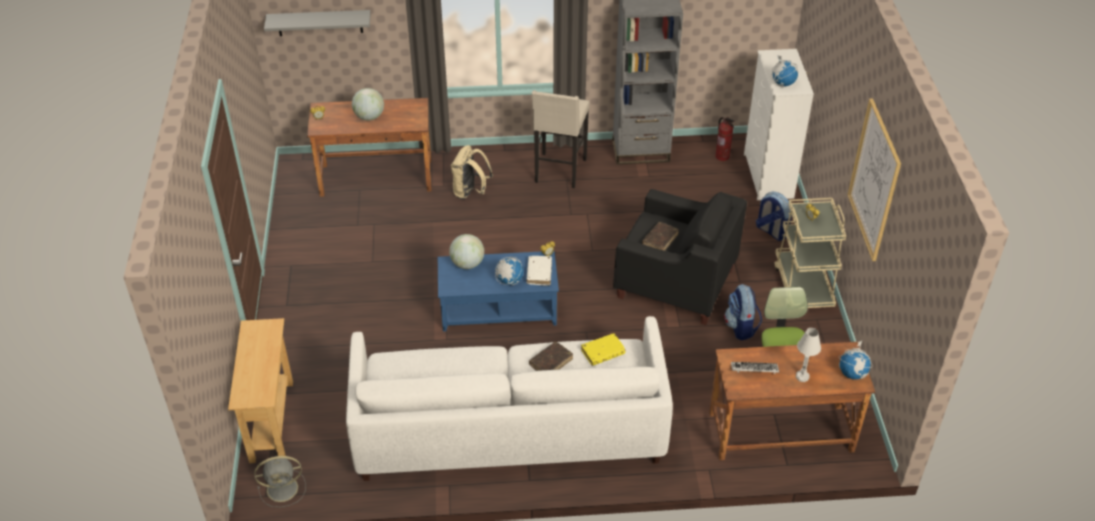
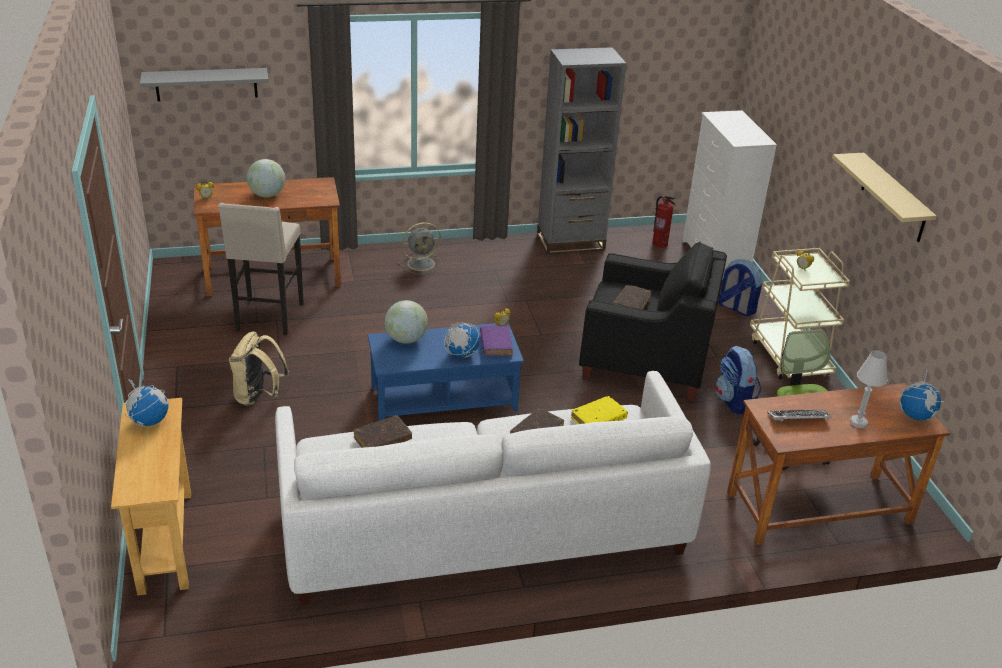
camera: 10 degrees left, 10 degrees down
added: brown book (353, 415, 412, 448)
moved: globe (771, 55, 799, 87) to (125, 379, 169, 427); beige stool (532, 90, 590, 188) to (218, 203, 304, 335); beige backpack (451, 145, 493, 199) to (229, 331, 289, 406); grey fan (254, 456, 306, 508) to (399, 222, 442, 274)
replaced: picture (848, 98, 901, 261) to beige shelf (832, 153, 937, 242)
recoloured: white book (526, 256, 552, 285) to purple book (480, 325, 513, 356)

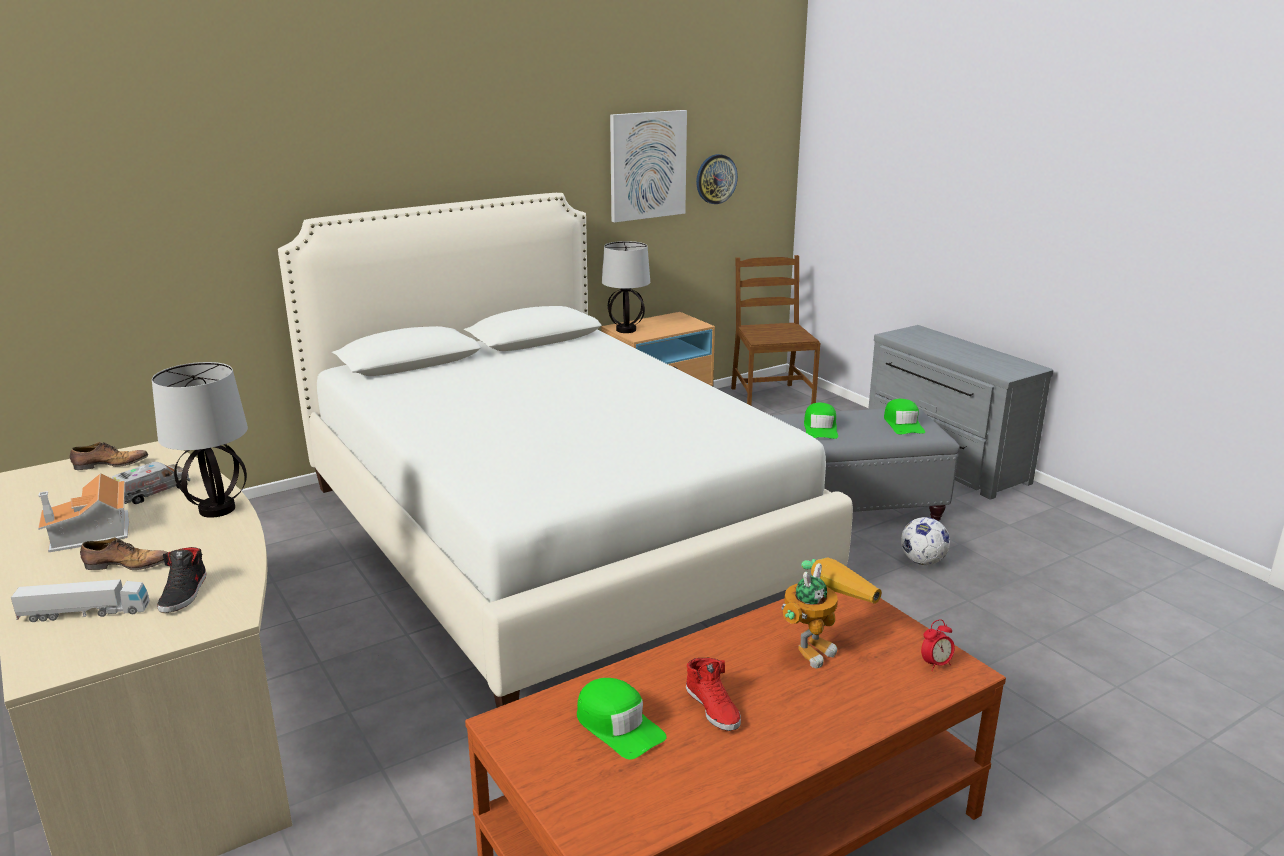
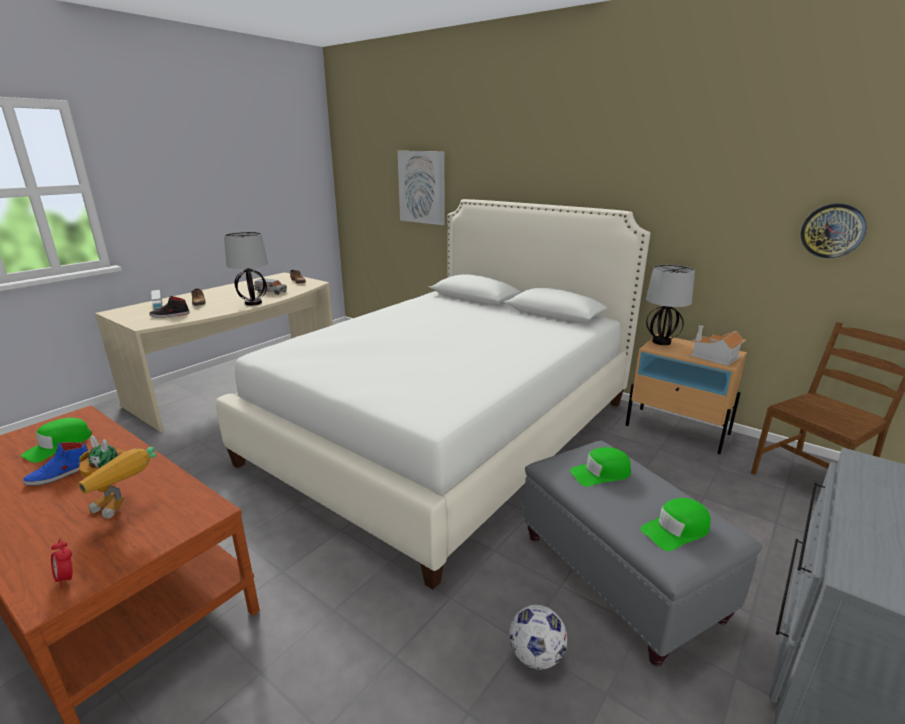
camera: 70 degrees right, 0 degrees up
moved: picture (610, 110, 687, 222) to (398, 151, 445, 225); toy house (38, 473, 129, 552) to (690, 325, 746, 366)
recoloured: red shoe (686, 658, 741, 731) to blue shoe (23, 442, 89, 486)

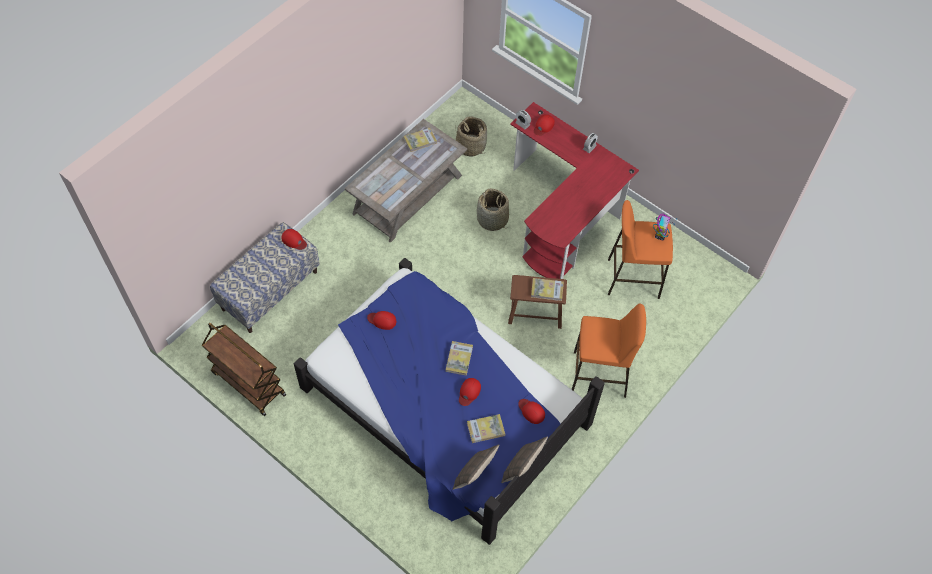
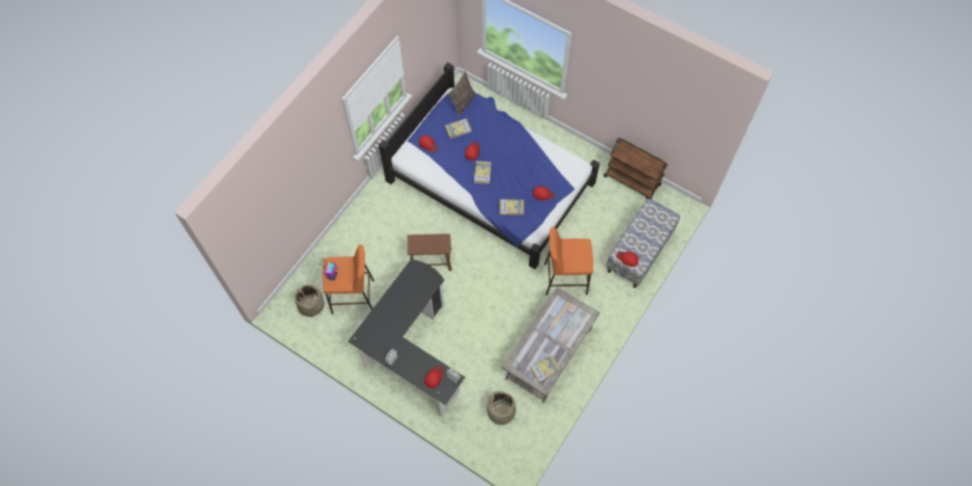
camera: 175 degrees right, 5 degrees up
removed: pillow (501, 437, 548, 483)
moved: basket (477, 188, 509, 231) to (294, 284, 324, 317); book (531, 278, 564, 301) to (500, 200, 524, 215); orange stool (572, 303, 646, 398) to (544, 227, 593, 295)
recoloured: red desk (510, 102, 639, 279) to black desk (348, 259, 465, 418)

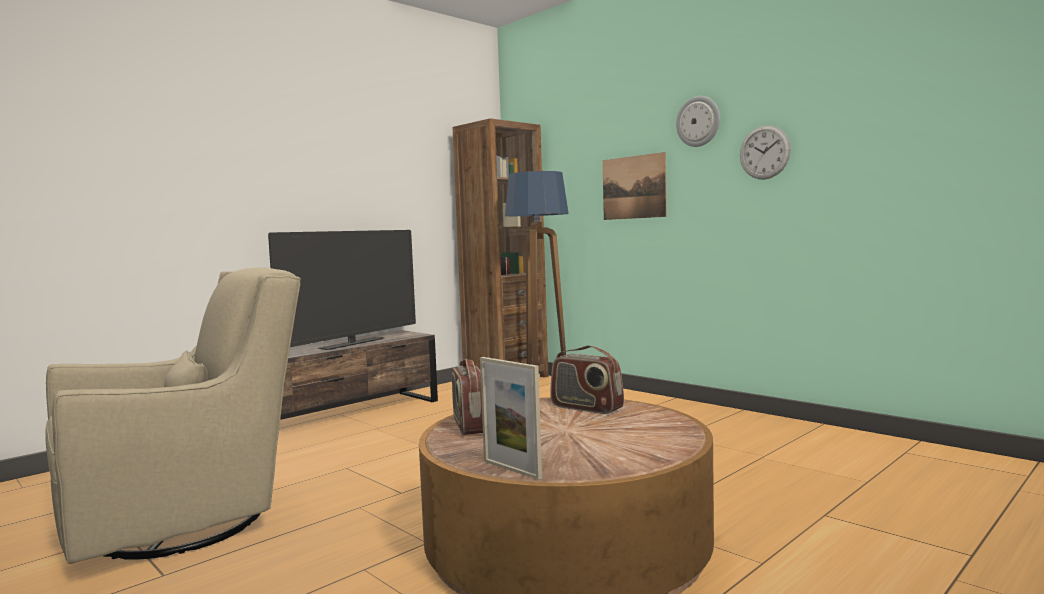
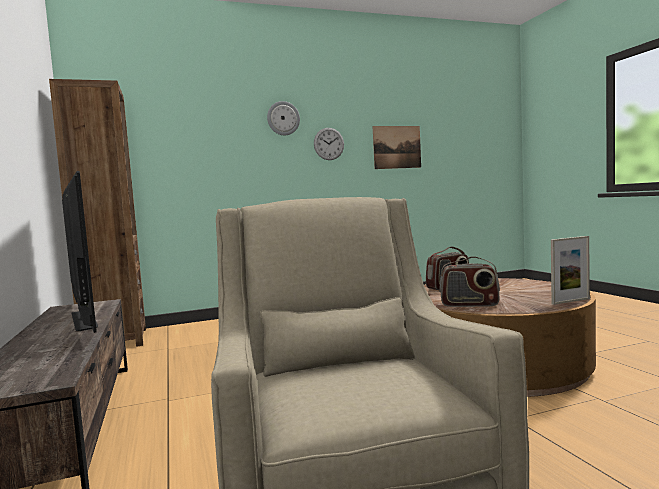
camera: 65 degrees left, 0 degrees up
removed: floor lamp (505, 171, 569, 366)
moved: picture (602, 152, 667, 220) to (373, 126, 421, 169)

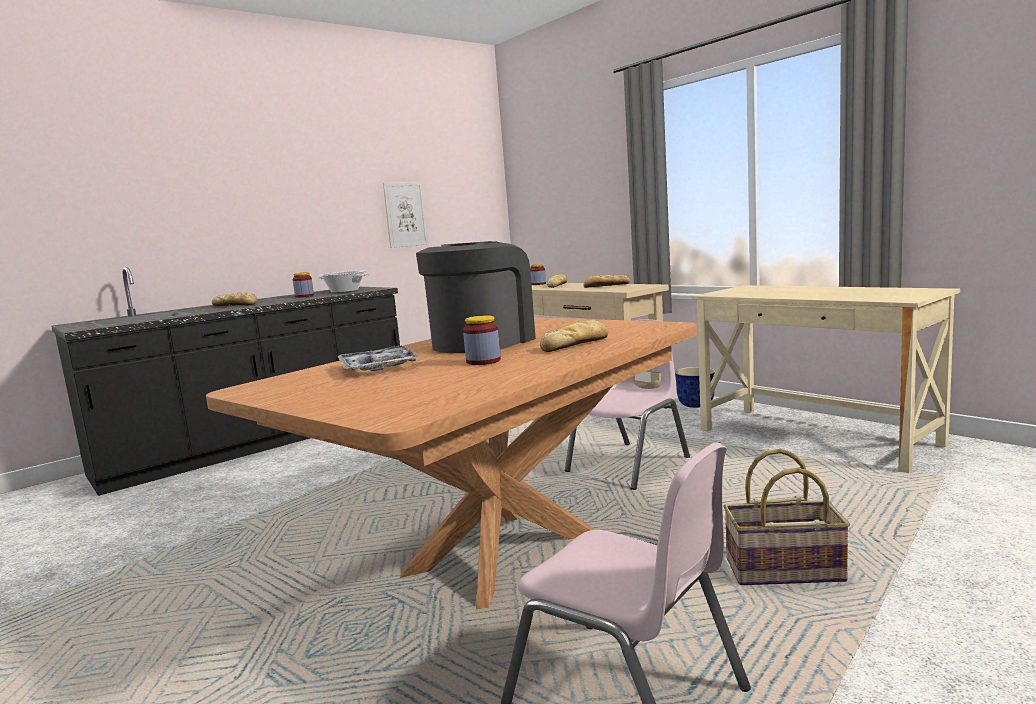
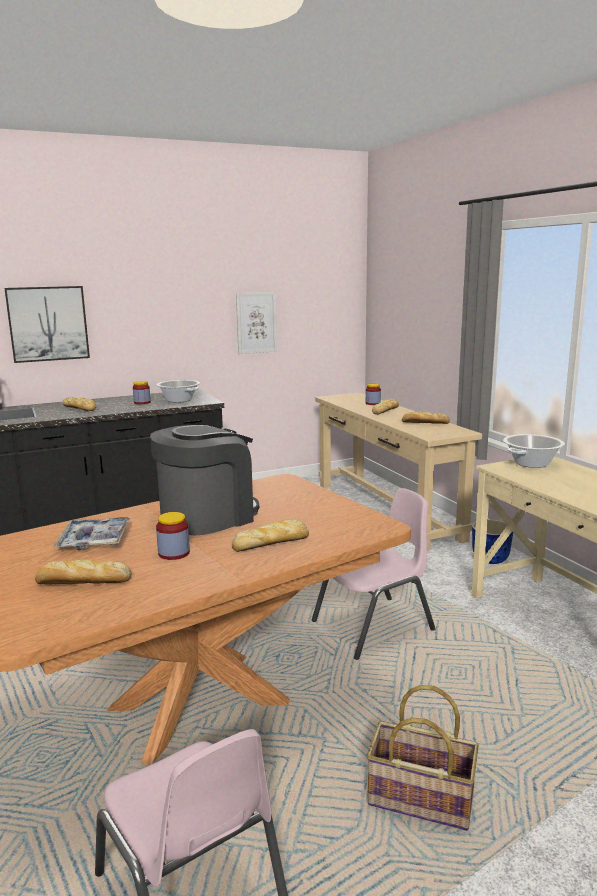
camera: 15 degrees right, 5 degrees up
added: picture (4, 286, 90, 363); bread (35, 559, 131, 584); cooking pot (503, 434, 565, 468)

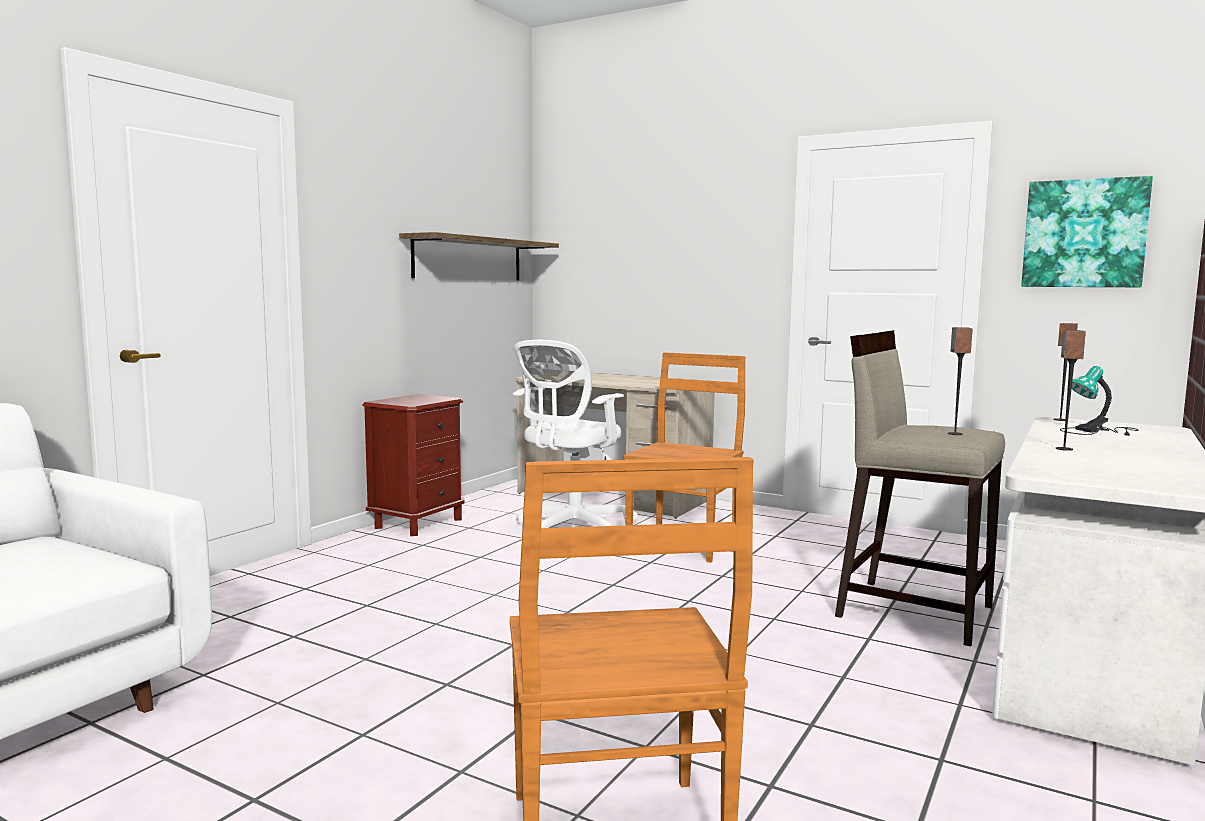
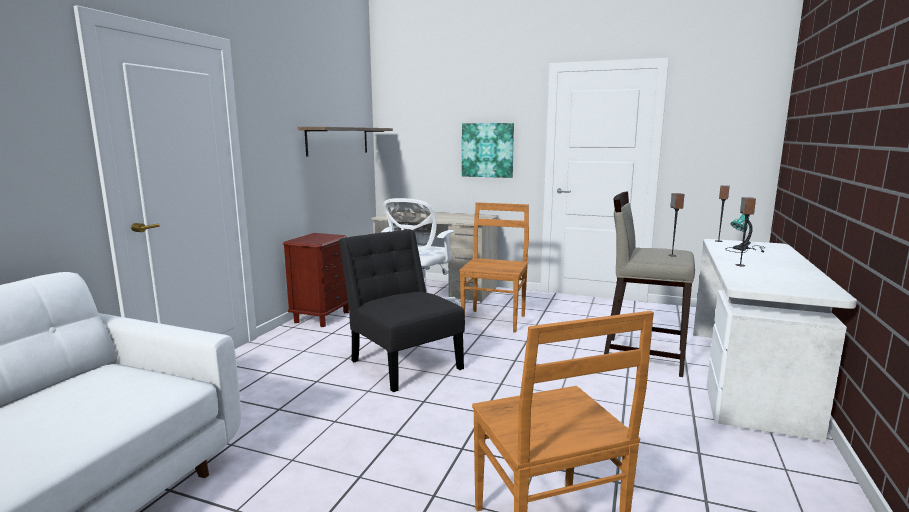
camera: 10 degrees left, 5 degrees up
added: black chair (339, 230, 465, 392)
moved: picture (1021, 176, 1153, 288) to (462, 123, 514, 178)

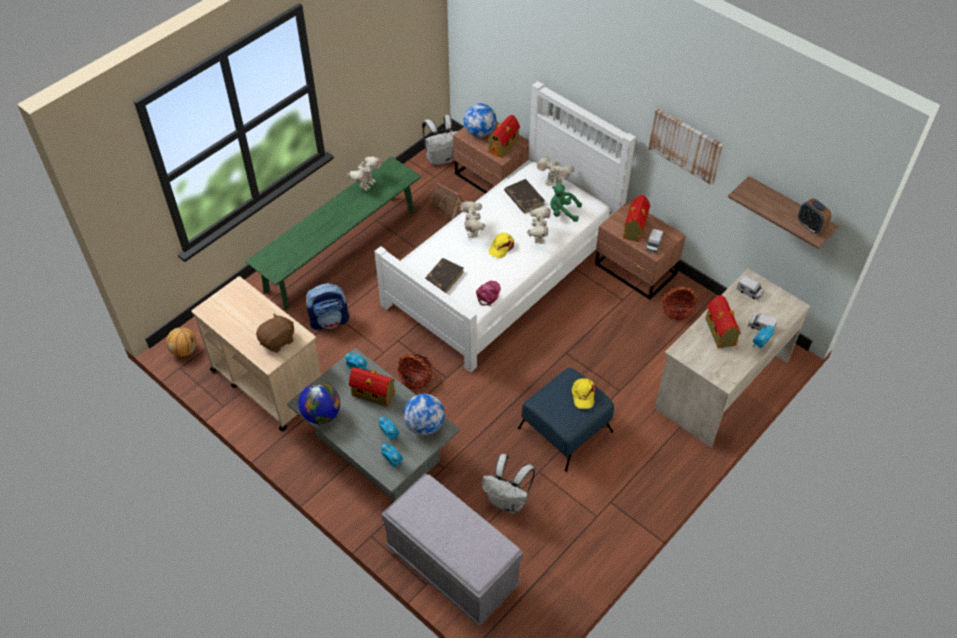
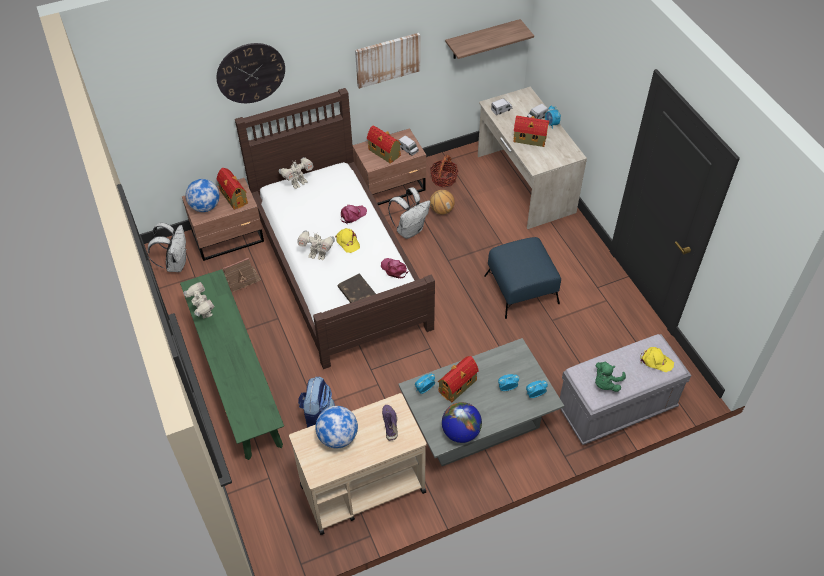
camera: 65 degrees left, 0 degrees up
removed: basket (397, 354, 433, 390); brown book (504, 179, 545, 213); alarm clock (798, 198, 832, 233)
added: wall clock (217, 43, 285, 103)
moved: globe (403, 394, 445, 435) to (315, 406, 358, 448); white backpack (482, 454, 535, 514) to (388, 187, 430, 239); basketball (166, 327, 197, 357) to (430, 190, 455, 215); green plush toy (550, 184, 582, 222) to (595, 362, 626, 392); yellow cap (571, 378, 596, 409) to (640, 347, 674, 372)
replaced: toy robot (527, 207, 551, 244) to pink cap (341, 205, 367, 224); brown plush toy (256, 313, 294, 352) to purple shoe (382, 405, 398, 441)
recoloured: white bed (374, 81, 636, 373) to brown bed (235, 88, 435, 369)

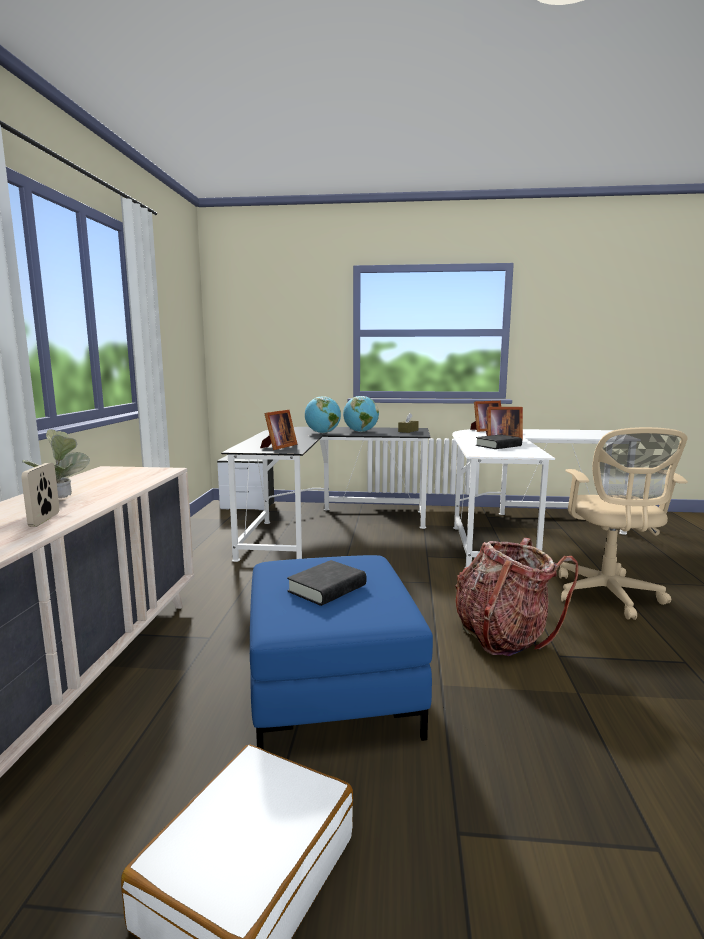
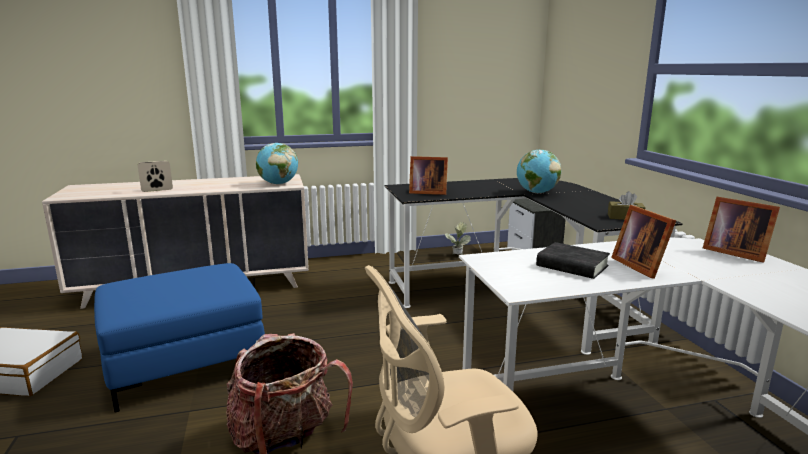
camera: 70 degrees right, 5 degrees up
removed: black book (287, 560, 366, 606)
moved: globe (343, 396, 379, 432) to (256, 143, 298, 184); potted plant (23, 429, 90, 499) to (444, 222, 471, 255)

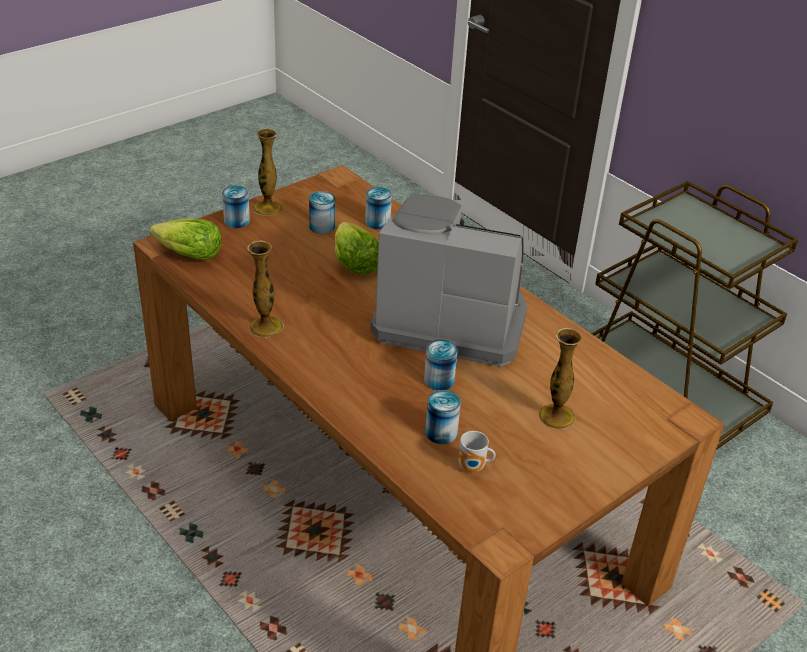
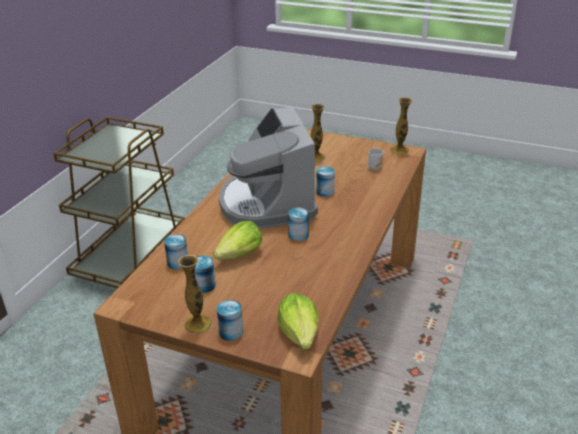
camera: 115 degrees left, 5 degrees down
moved: can (425, 390, 461, 444) to (288, 207, 309, 241); vase (247, 241, 284, 338) to (390, 97, 412, 155)

